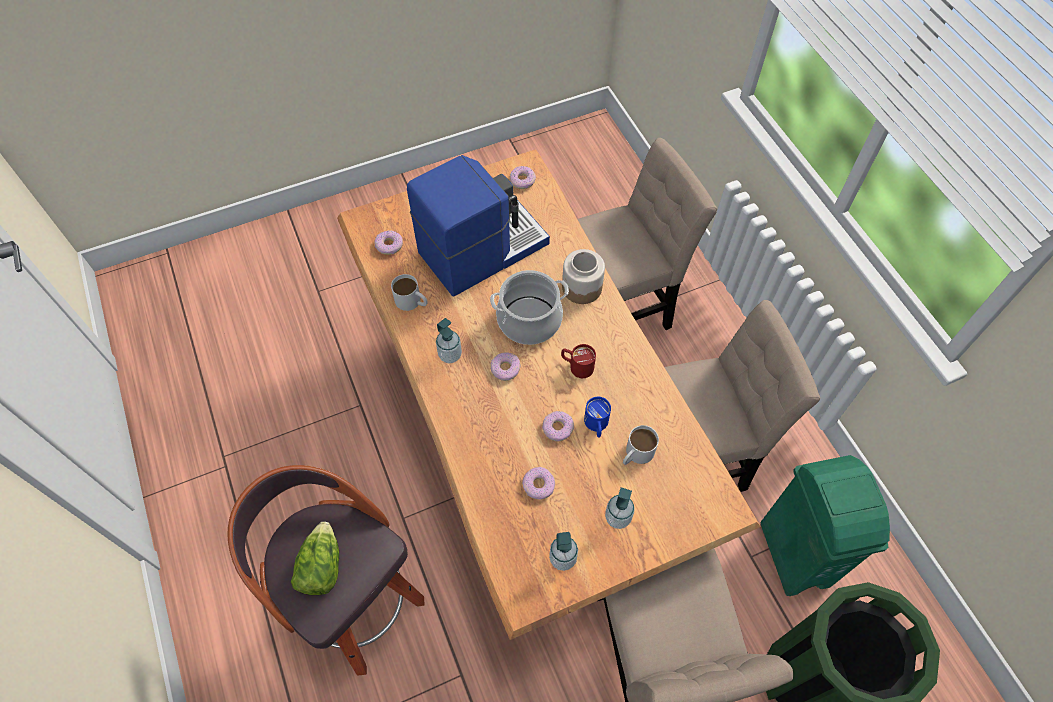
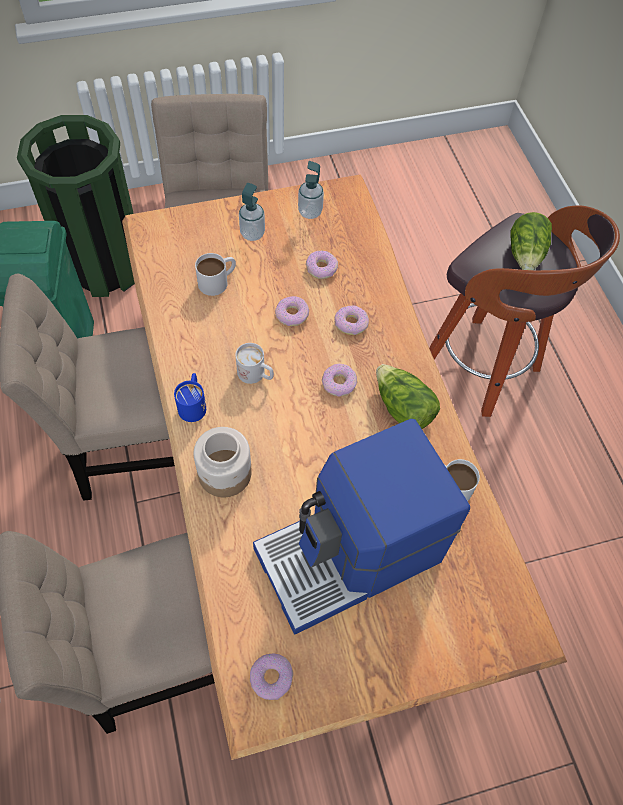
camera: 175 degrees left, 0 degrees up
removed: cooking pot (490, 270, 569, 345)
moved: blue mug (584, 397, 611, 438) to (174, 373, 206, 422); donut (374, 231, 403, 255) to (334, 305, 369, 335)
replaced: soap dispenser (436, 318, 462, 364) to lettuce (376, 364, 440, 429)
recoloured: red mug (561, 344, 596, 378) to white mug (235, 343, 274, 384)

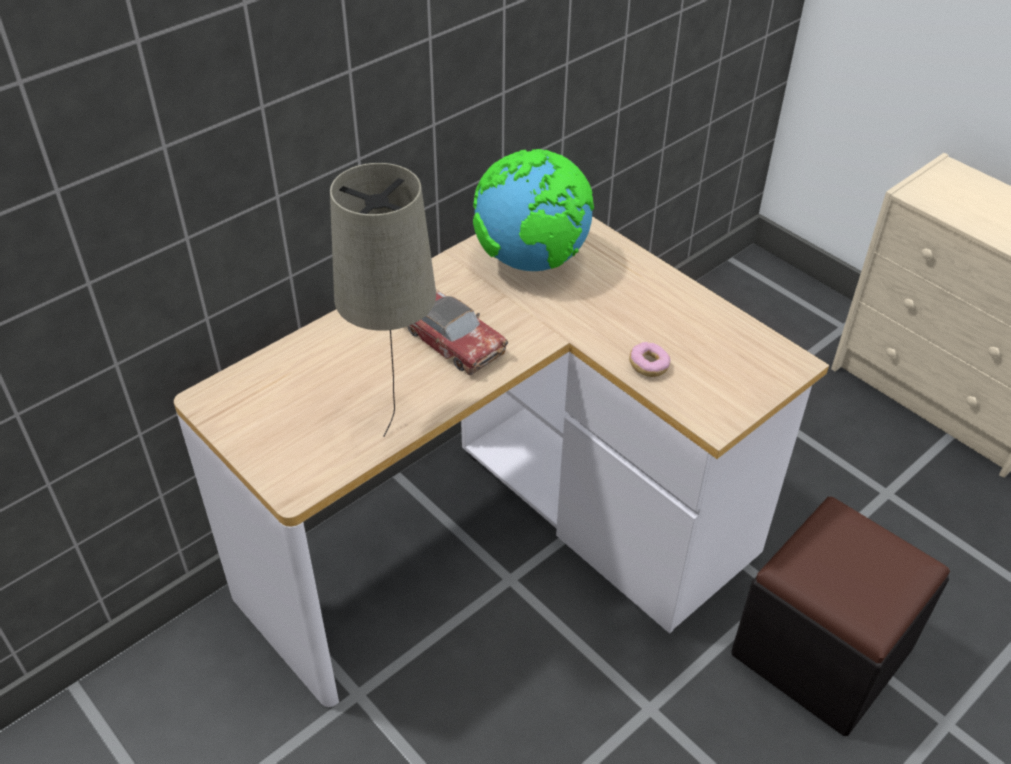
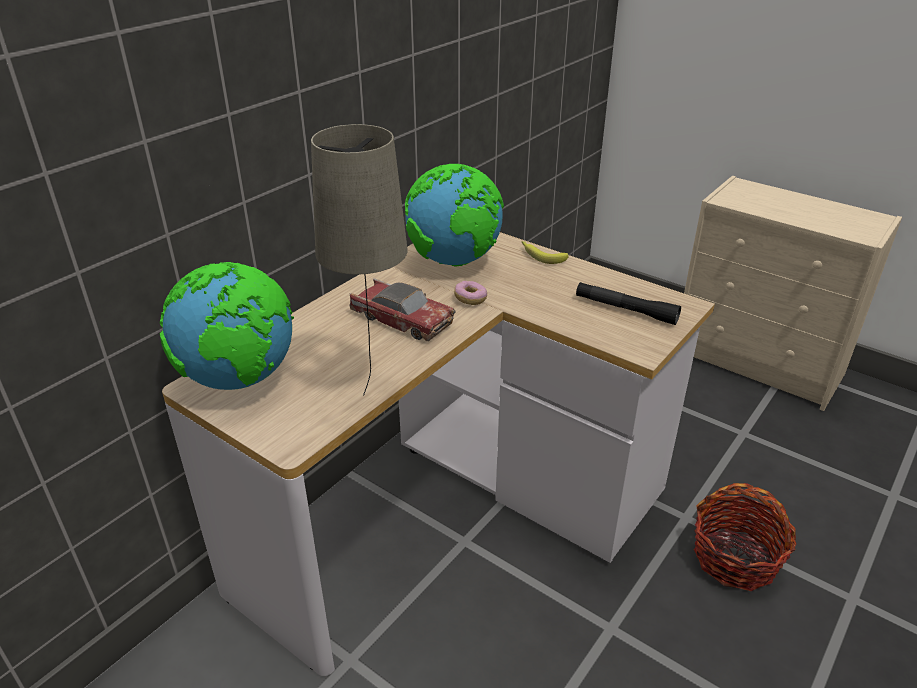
camera: 10 degrees left, 10 degrees down
added: globe (160, 262, 294, 390); banana (521, 241, 569, 264); black flashlight (576, 282, 681, 325)
moved: donut (629, 342, 670, 377) to (454, 281, 487, 305)
replaced: black ottoman (731, 497, 950, 736) to basket (694, 483, 796, 591)

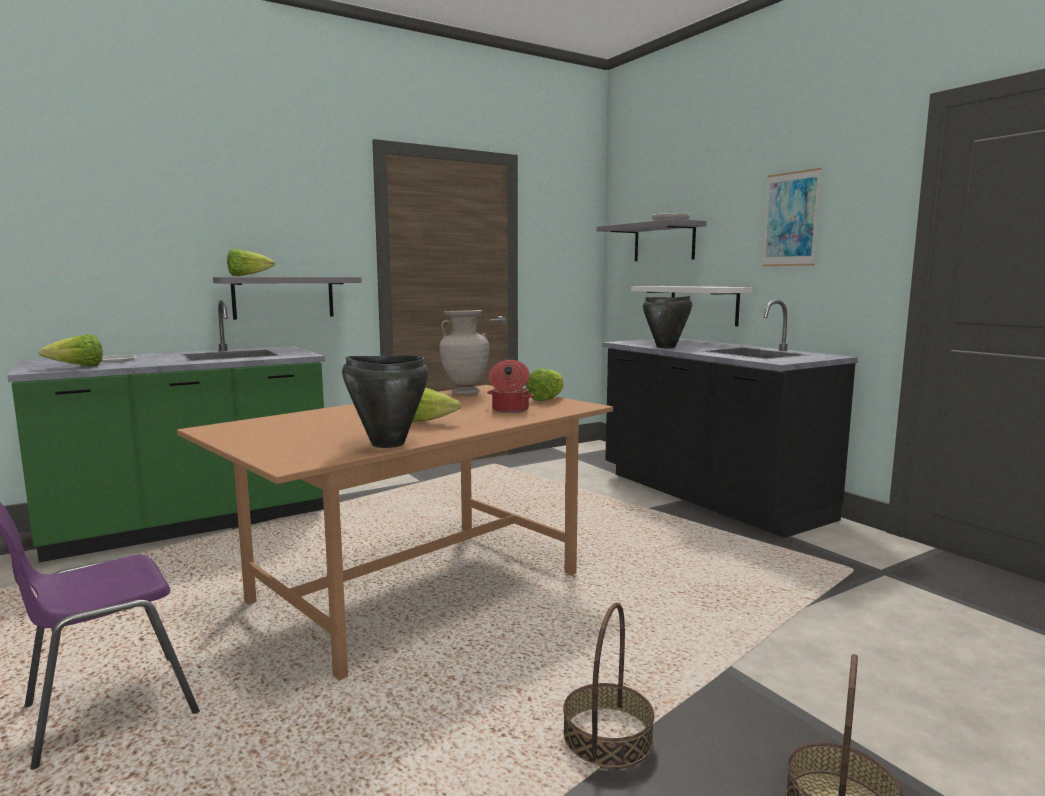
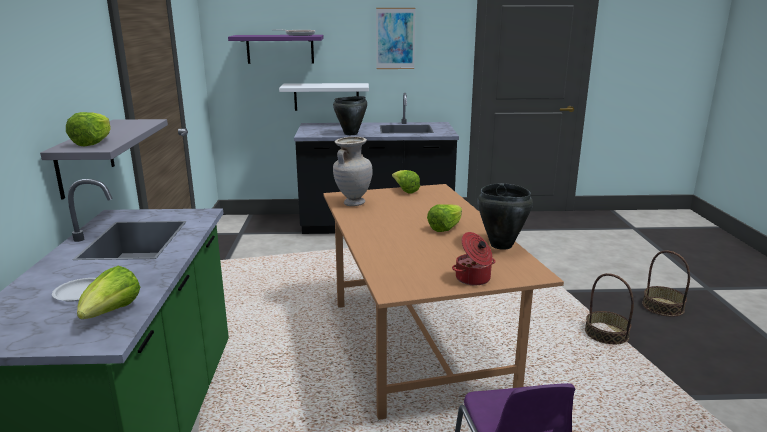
camera: 60 degrees left, 10 degrees up
moved: cooking pot (487, 360, 534, 413) to (452, 232, 495, 285)
recoloured: grey shelf (597, 219, 707, 261) to purple shelf (228, 35, 324, 64)

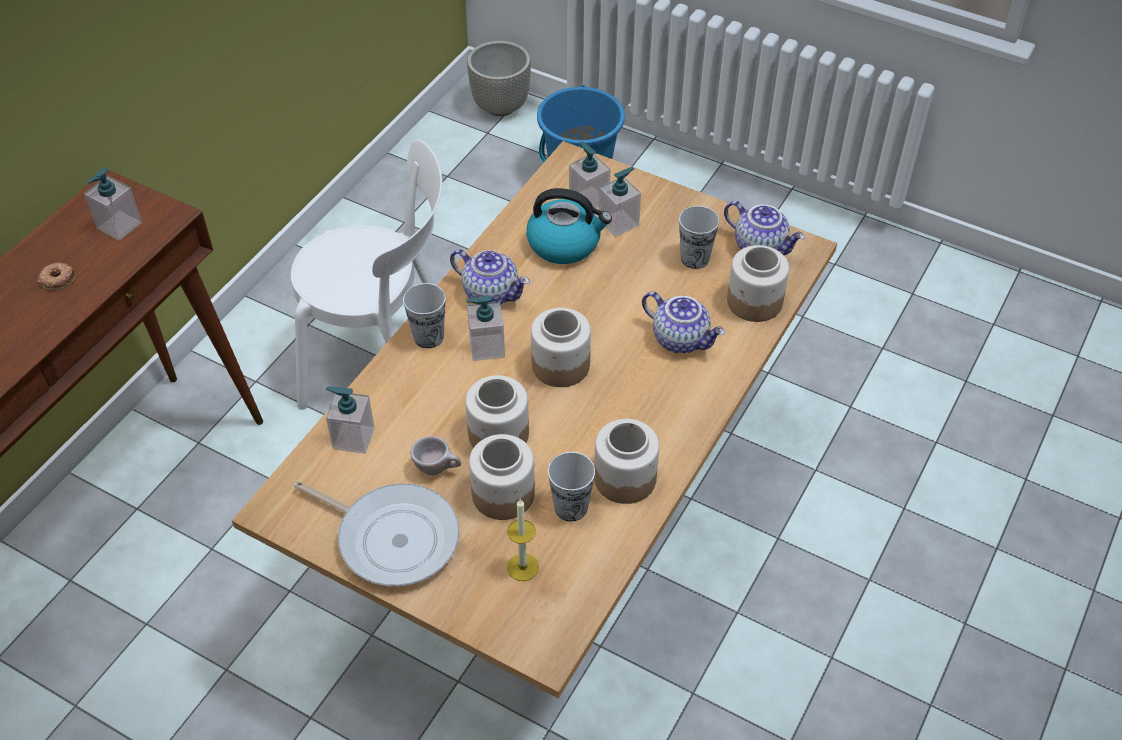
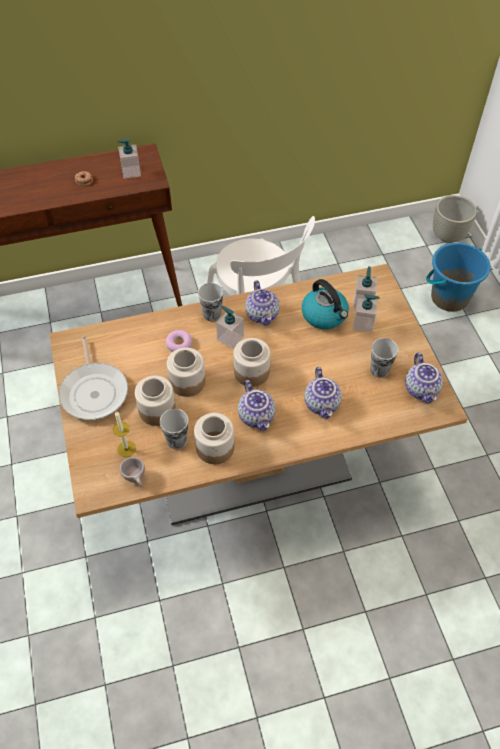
camera: 45 degrees right, 5 degrees up
removed: soap dispenser (326, 387, 375, 454); jar (727, 245, 789, 322)
added: donut (166, 330, 192, 352); teapot (238, 380, 276, 431)
moved: beige cup (411, 436, 461, 476) to (120, 457, 145, 487)

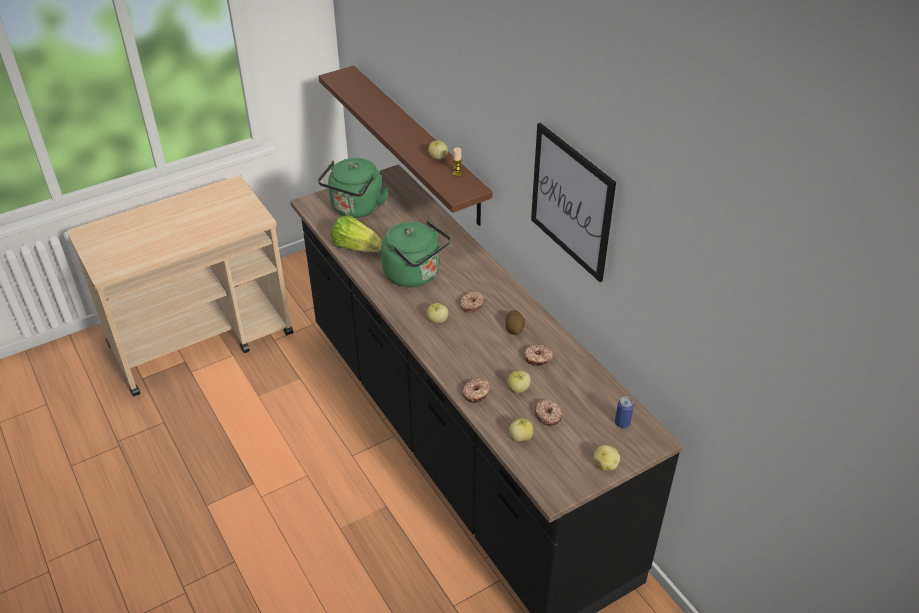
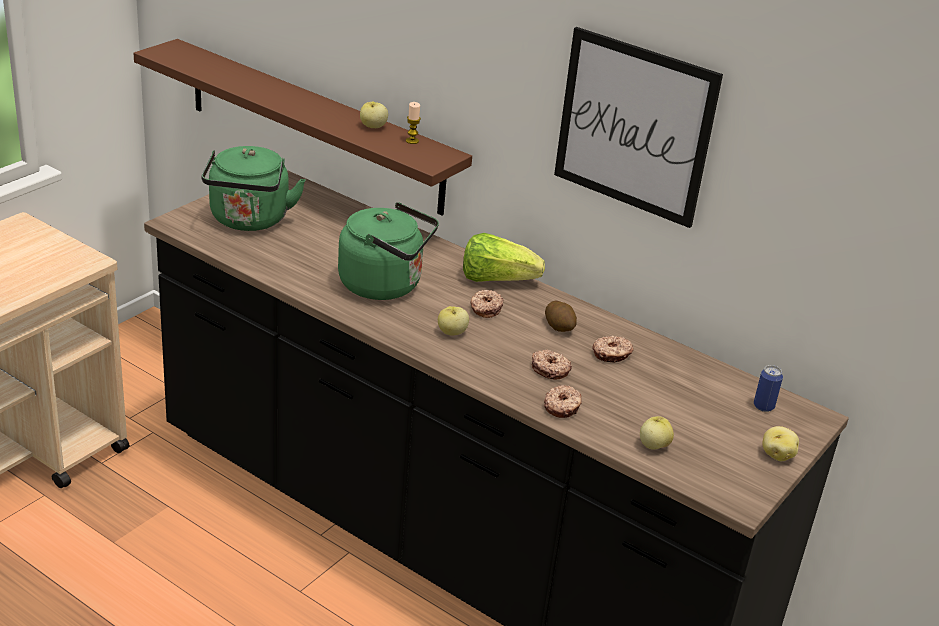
camera: 25 degrees left, 10 degrees down
removed: apple (507, 371, 531, 393)
moved: lettuce (331, 215, 382, 252) to (463, 233, 545, 282); donut (535, 400, 563, 426) to (532, 349, 572, 380)

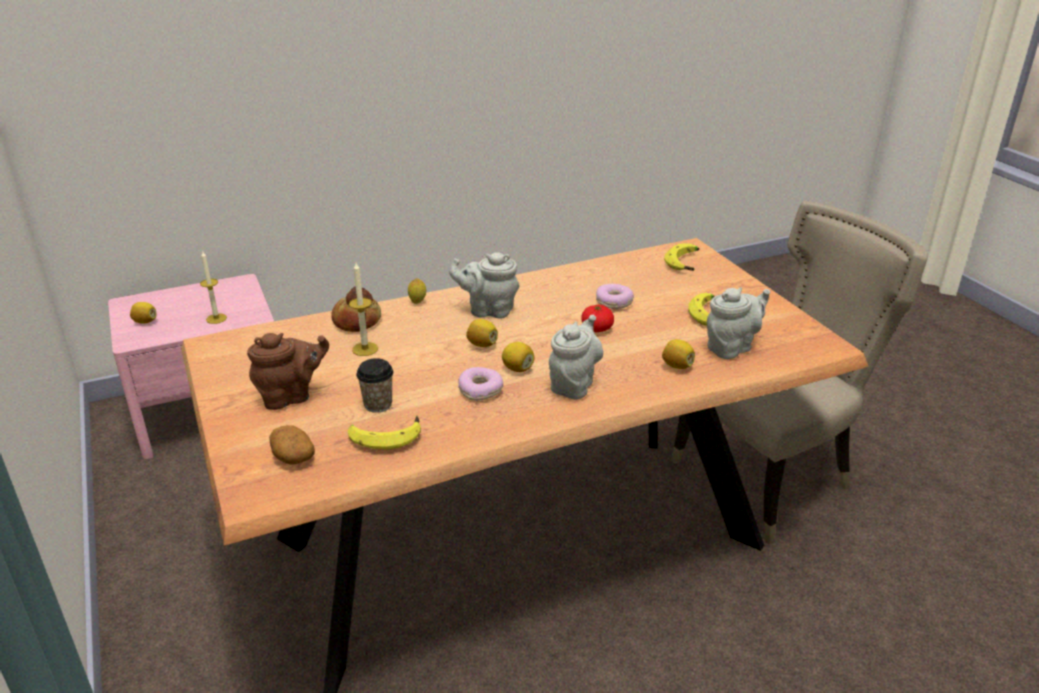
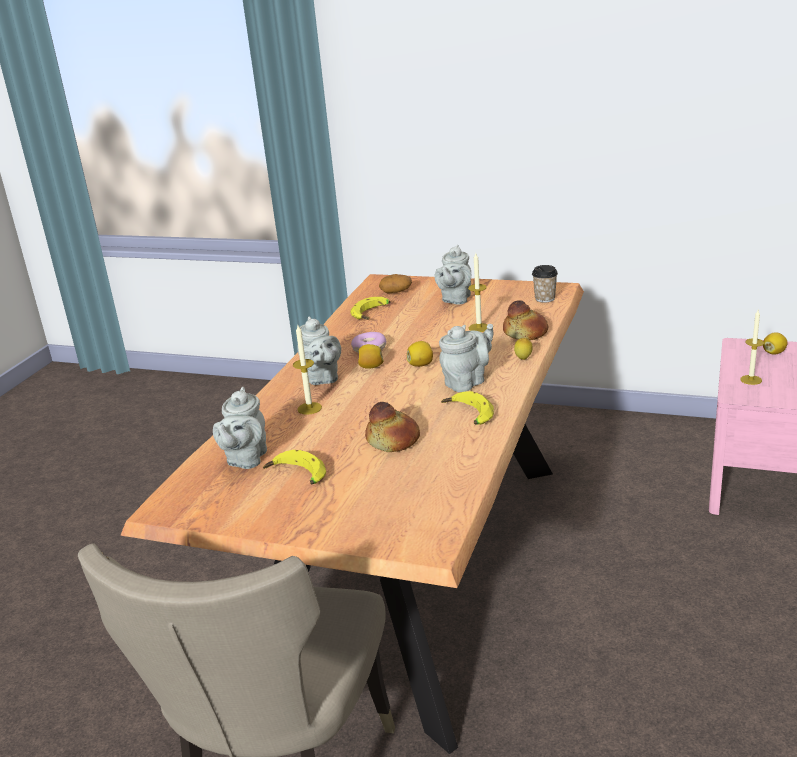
camera: 135 degrees right, 5 degrees down
removed: tomato (581, 305, 614, 332); lemon (662, 339, 695, 369)
added: candle (293, 325, 322, 415)
moved: banana (664, 243, 699, 271) to (441, 391, 494, 425); cup (356, 358, 393, 413) to (532, 265, 558, 303)
replaced: donut (596, 284, 634, 309) to bread (365, 402, 420, 452)
recoloured: brown teapot (247, 333, 329, 410) to grey teapot (435, 245, 471, 305)

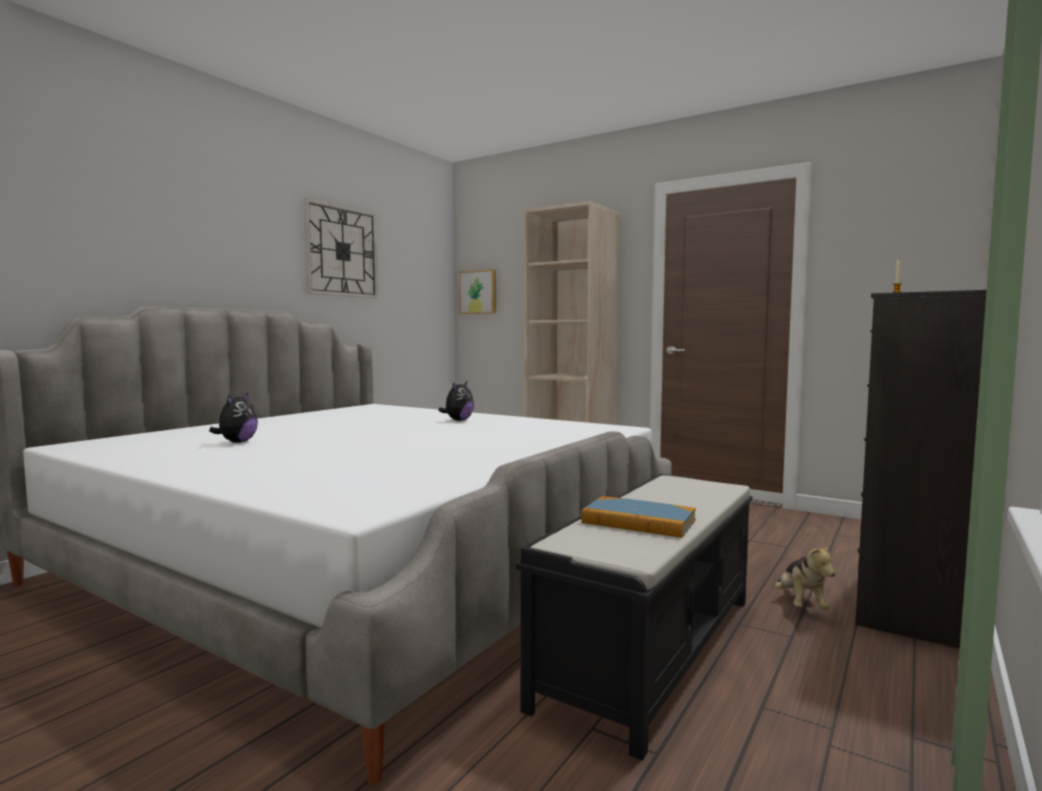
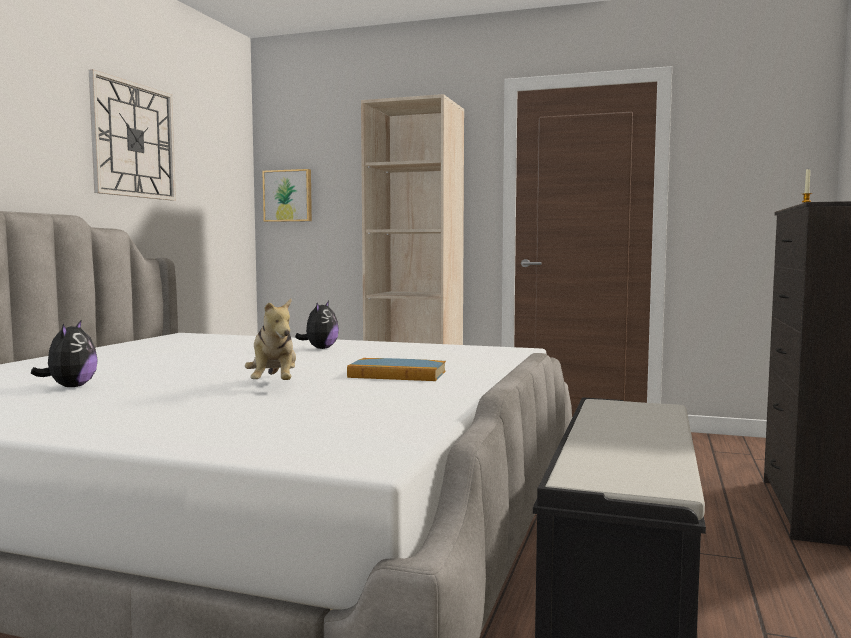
camera: 15 degrees left, 0 degrees up
moved: plush toy (775, 543, 836, 610) to (245, 299, 296, 380); book (581, 496, 696, 538) to (347, 358, 446, 381)

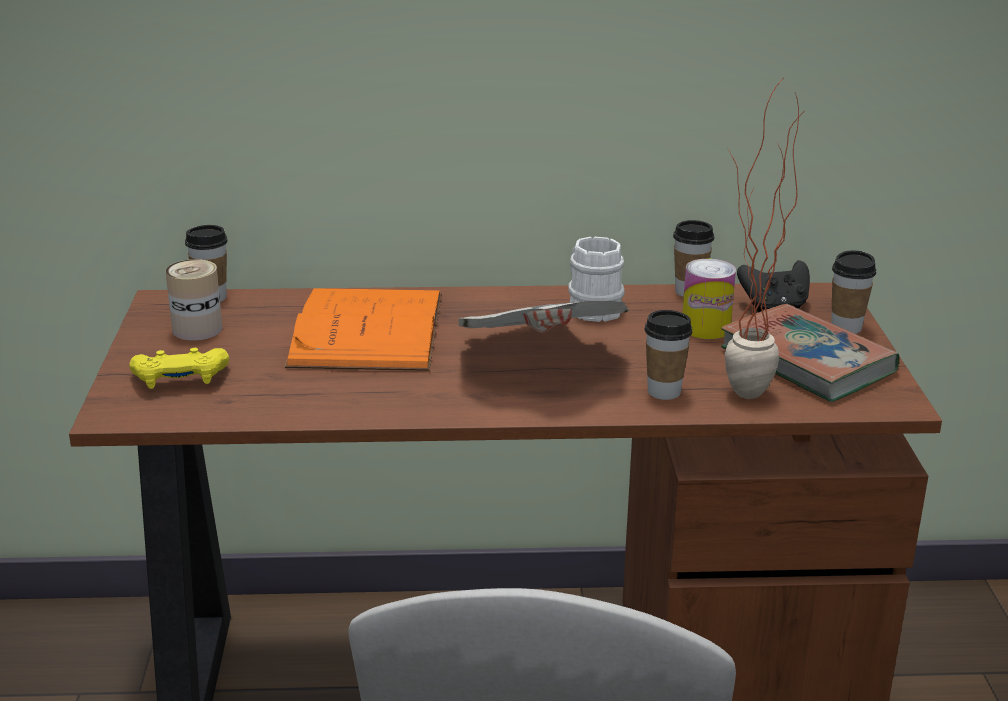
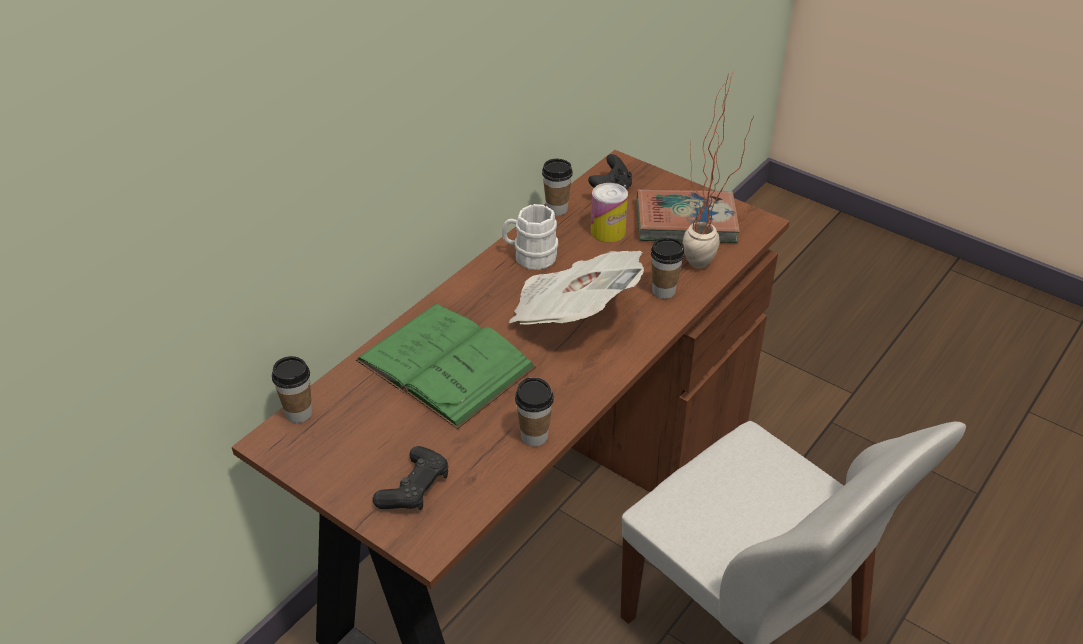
camera: 50 degrees left, 15 degrees up
removed: can (166, 259, 223, 341)
moved: cup (831, 251, 876, 334) to (515, 377, 554, 447)
recoloured: orange book (285, 288, 442, 371) to green book (356, 304, 536, 429); yellow game controller (129, 348, 229, 389) to black game controller (373, 446, 448, 510)

